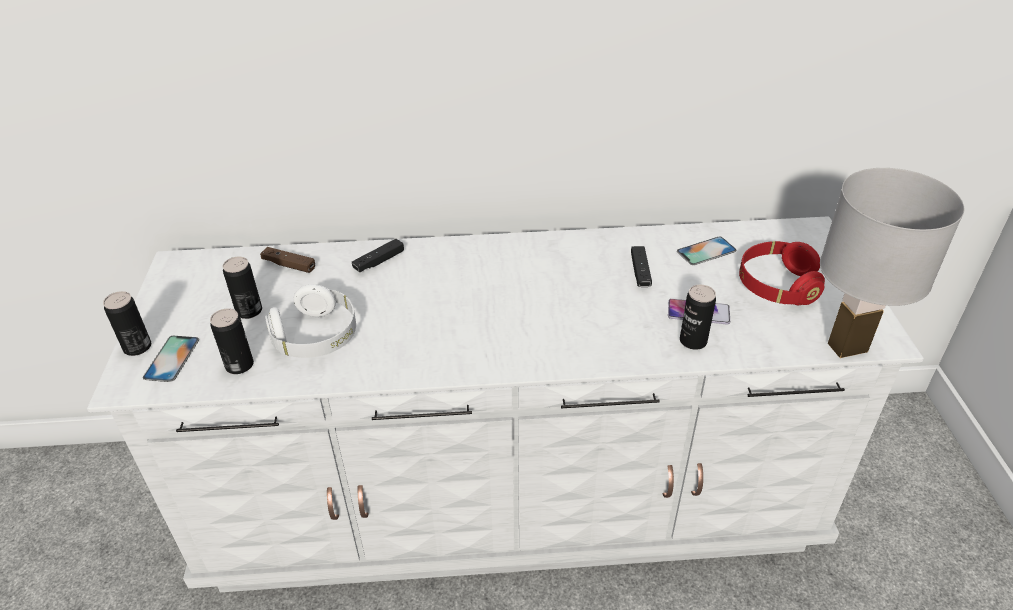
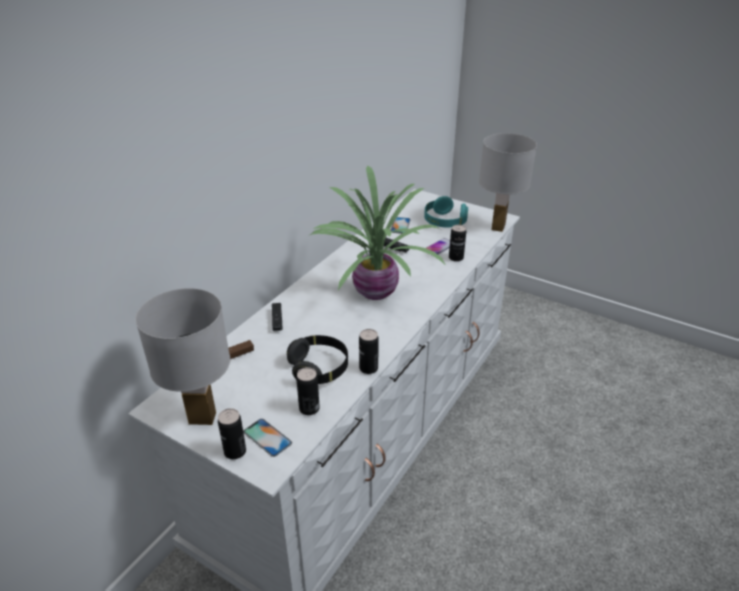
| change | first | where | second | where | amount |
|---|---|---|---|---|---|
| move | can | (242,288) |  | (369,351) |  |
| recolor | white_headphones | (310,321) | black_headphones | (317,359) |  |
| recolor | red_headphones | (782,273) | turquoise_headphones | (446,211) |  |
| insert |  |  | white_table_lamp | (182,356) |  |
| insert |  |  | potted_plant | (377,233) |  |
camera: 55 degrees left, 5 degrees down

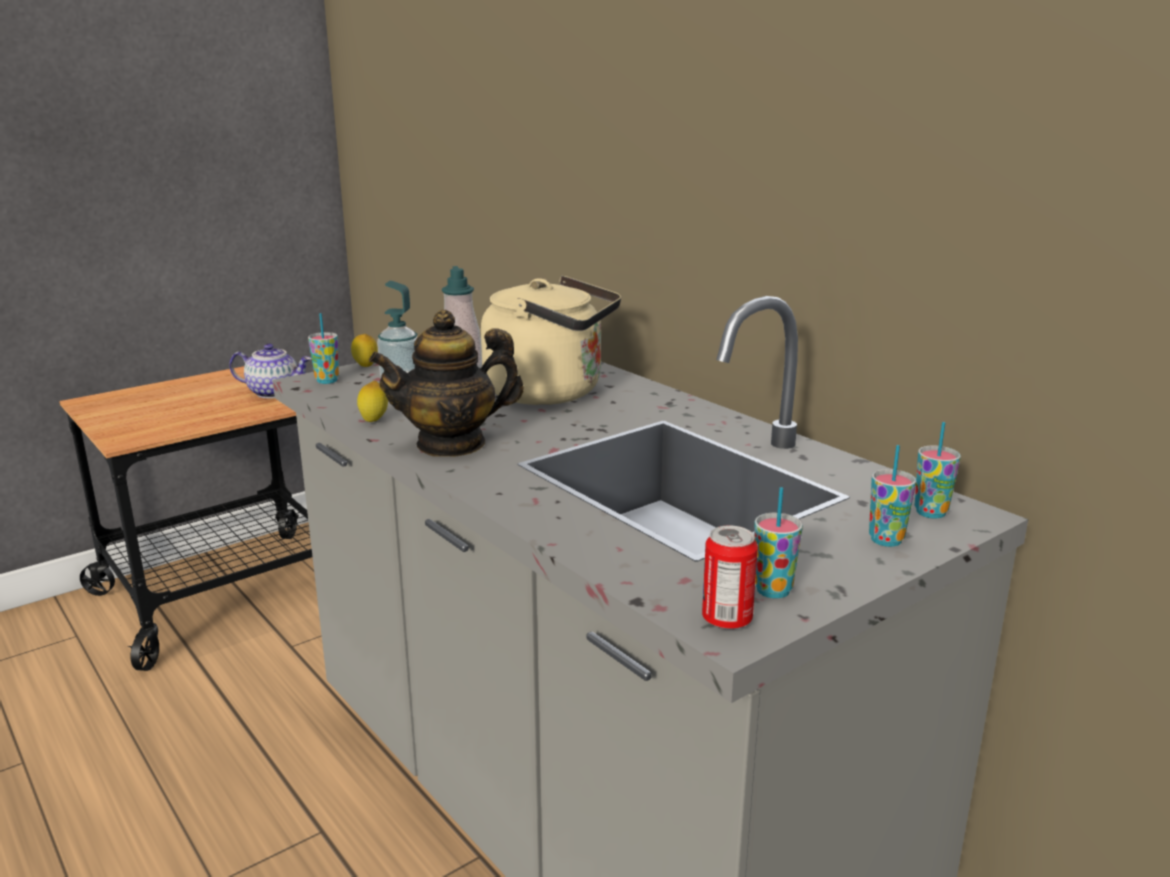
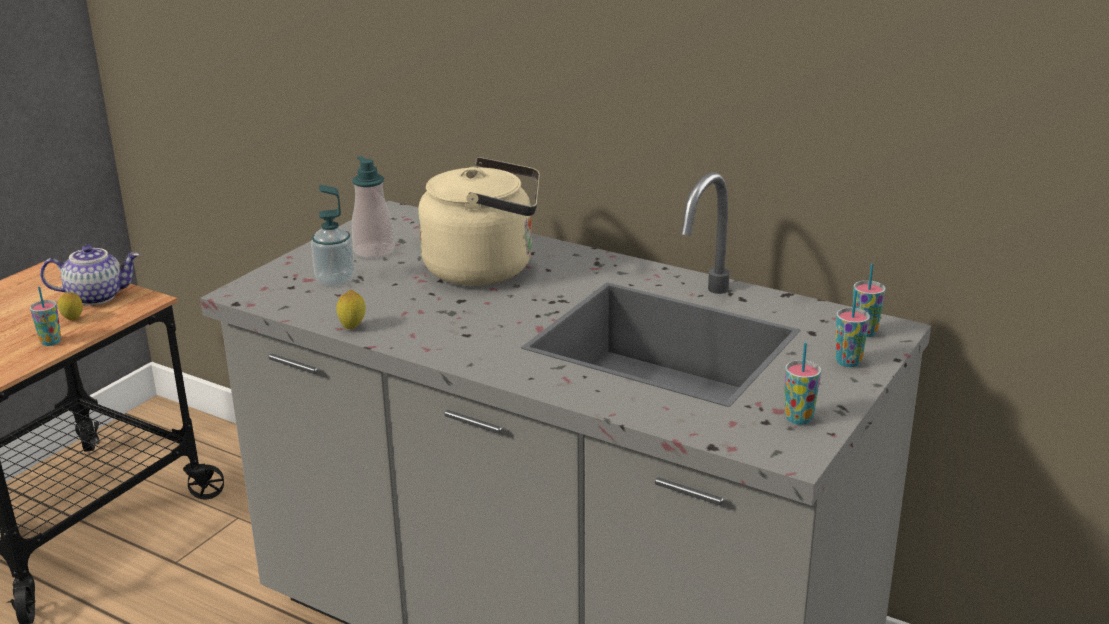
| change | first | where | second | where | amount |
|---|---|---|---|---|---|
| move | cup | (323,348) |  | (45,316) |  |
| move | lemon | (364,350) |  | (70,306) |  |
| delete | teapot | (446,383) |  |  |  |
| delete | can | (730,577) |  |  |  |
camera: 20 degrees left, 5 degrees up

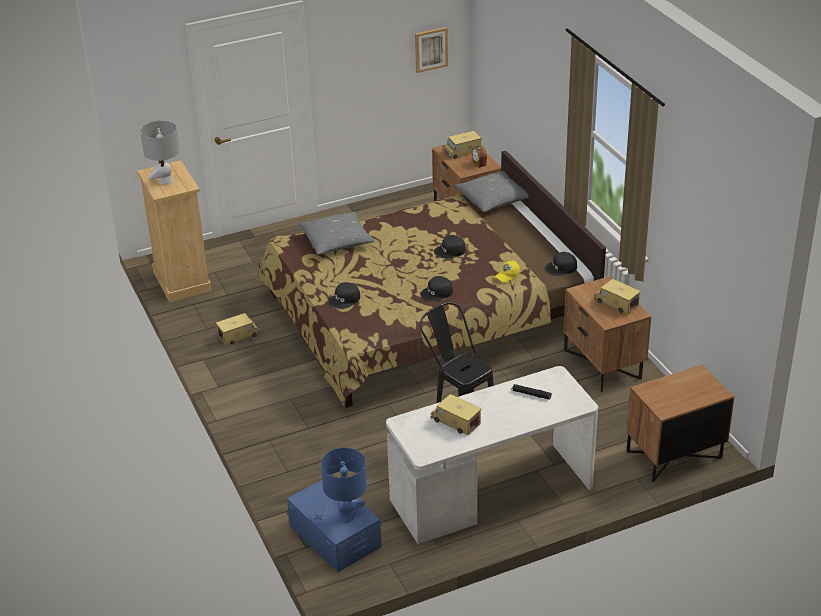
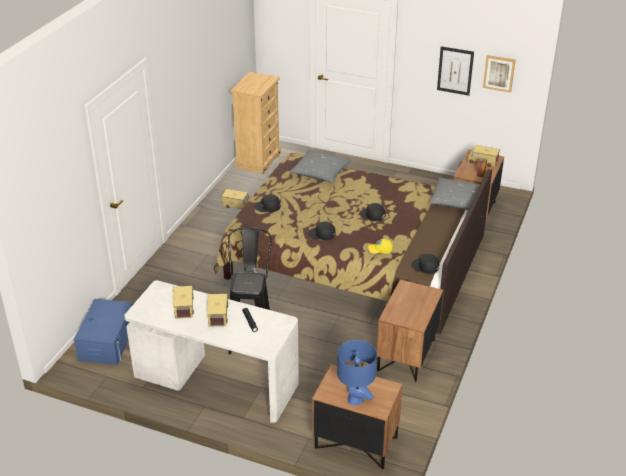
| change | first | where | second | where | amount |
|---|---|---|---|---|---|
| delete | grey_table_lamp | (160,152) |  |  |  |
| move | blue_table_lamp | (344,485) |  | (357,372) |  |
| move | toy_truck | (617,296) |  | (217,310) |  |
| insert |  |  | picture | (455,71) |  |
camera: 45 degrees right, 0 degrees up

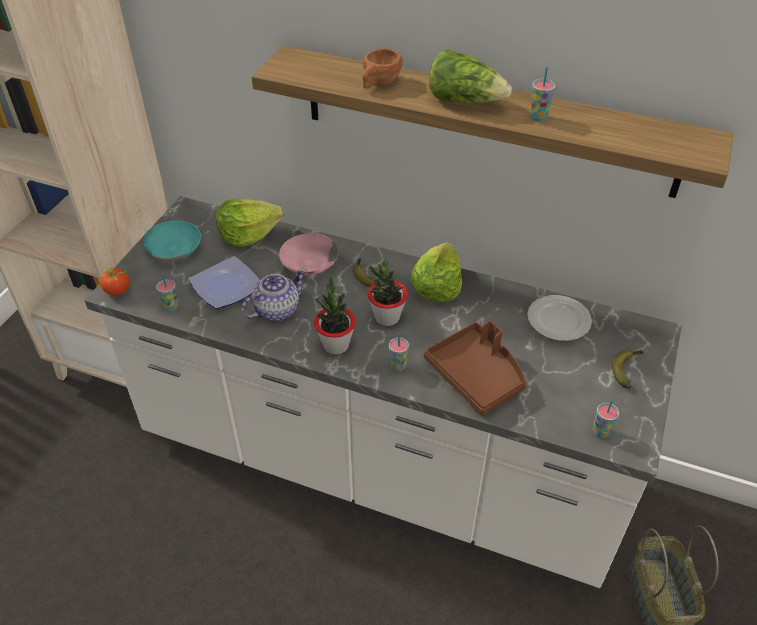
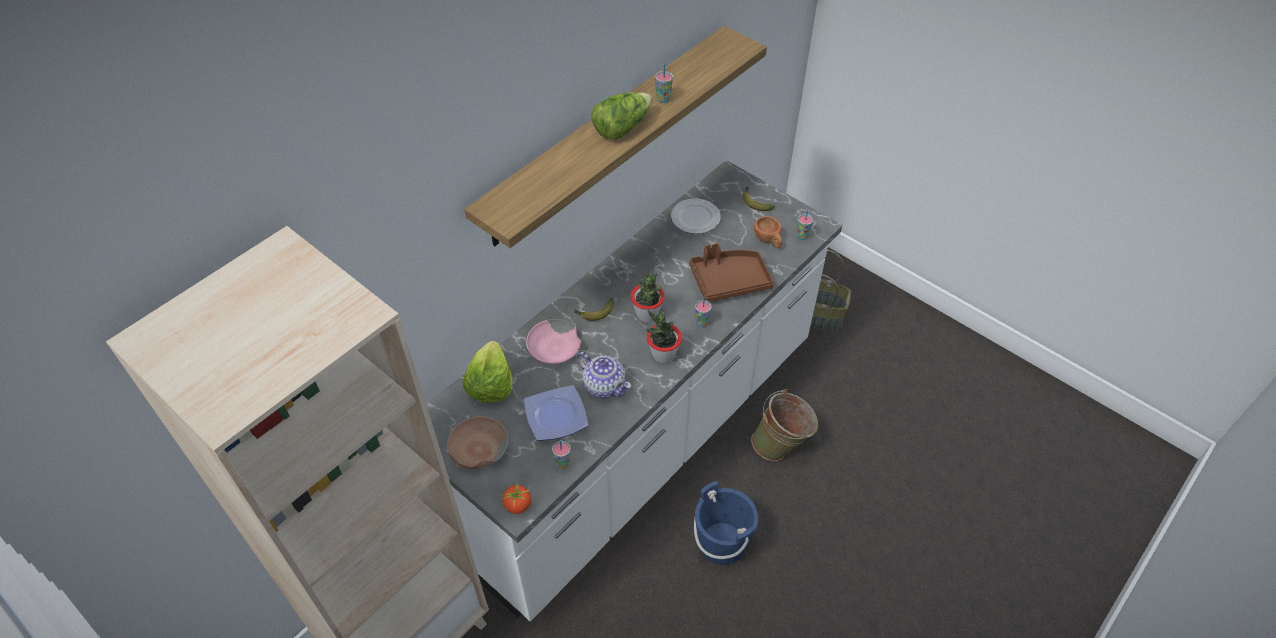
| change | first | where | second | where | amount |
|---|---|---|---|---|---|
| recolor | turquoise_bowl | (171,240) | brown_bowl | (477,442) |  |
| rotate | teapot | (274,294) |  | (604,375) | 150 degrees clockwise |
| move | brown_cup | (382,68) |  | (768,232) |  |
| delete | lettuce | (436,272) |  |  |  |
| insert |  |  | blue_bucket | (726,523) |  |
| insert |  |  | green_bucket | (784,425) |  |
camera: 70 degrees left, 5 degrees up

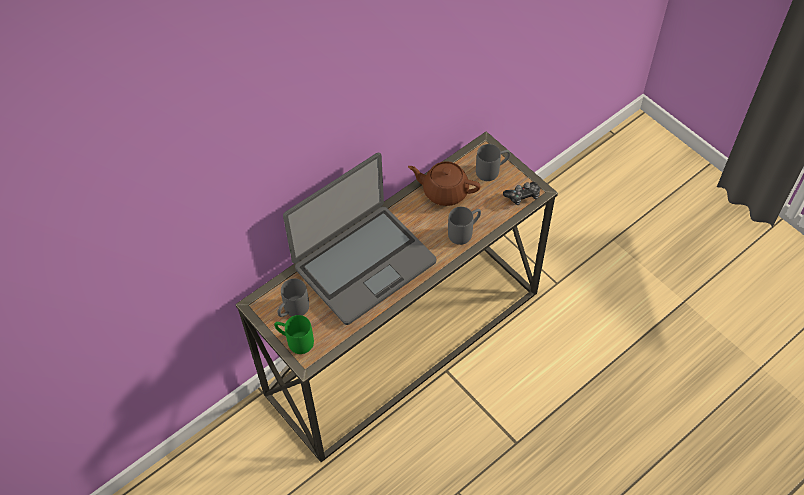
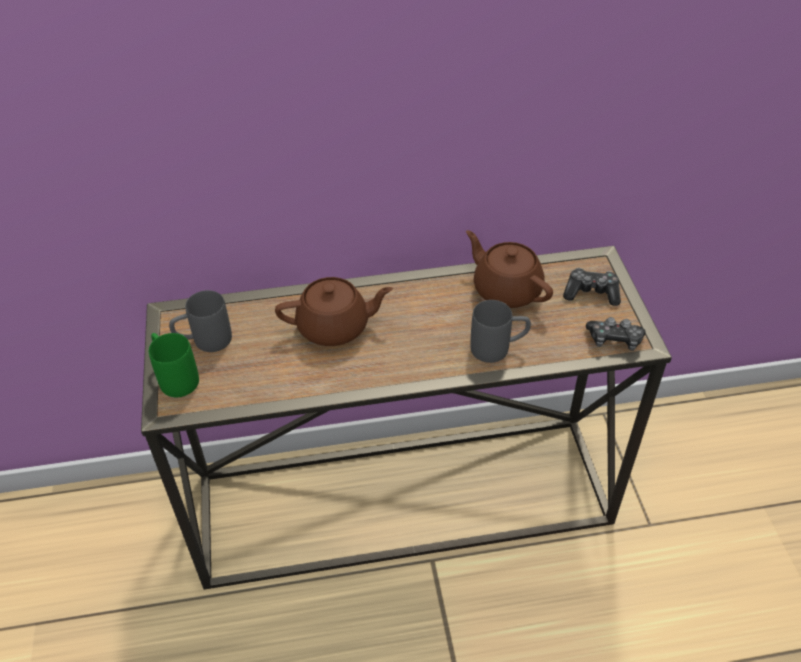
| change | first | where | second | where | amount |
|---|---|---|---|---|---|
| replace | laptop | (359,239) | brown_teapot | (334,311) |  |
| replace | grey_mug | (493,162) | game_controller | (592,287) |  |
camera: 30 degrees right, 10 degrees down

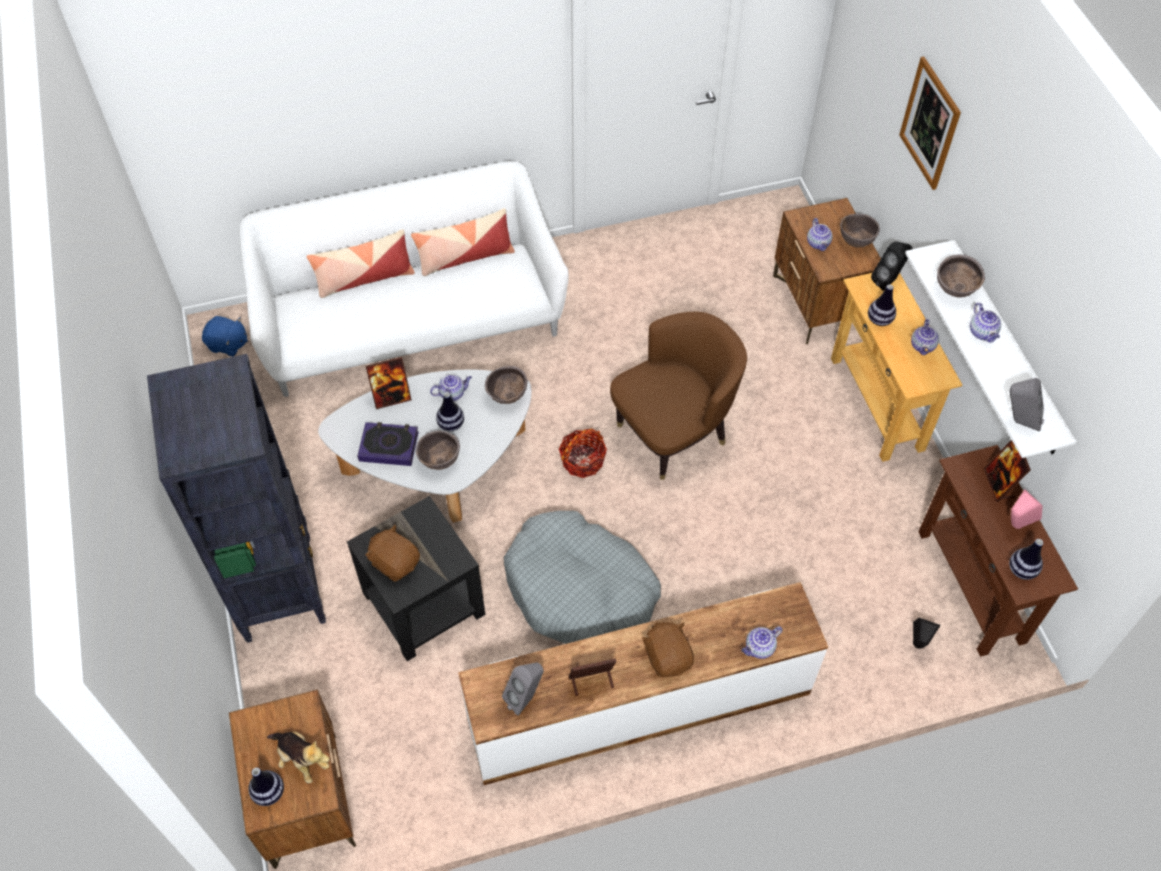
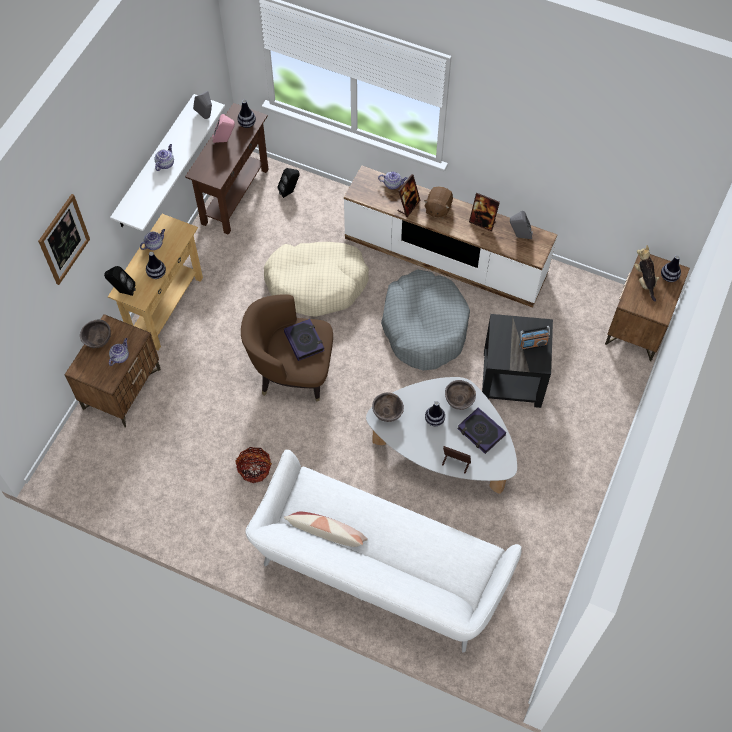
| change | first | where | second | where | amount |
|---|---|---|---|---|---|
| delete | black_bookcase | (236,498) |  |  |  |
| delete | blue_plush_toy | (225,336) |  |  |  |
| delete | pillow | (361,263) |  |  |  |
| replace | brown_plush_toy | (392,553) | radio | (534,338) |  |
| delete | teapot | (451,388) |  |  |  |
| move | basket | (583,453) |  | (253,465) |  |
| delete | brown_bowl | (961,276) |  |  |  |
| move | picture_frame | (1007,471) |  | (409,195) |  |
| insert |  |  | beige_dog_bed | (316,279) |  |
| insert |  |  | book | (304,340) |  |
camera: 140 degrees left, 5 degrees up

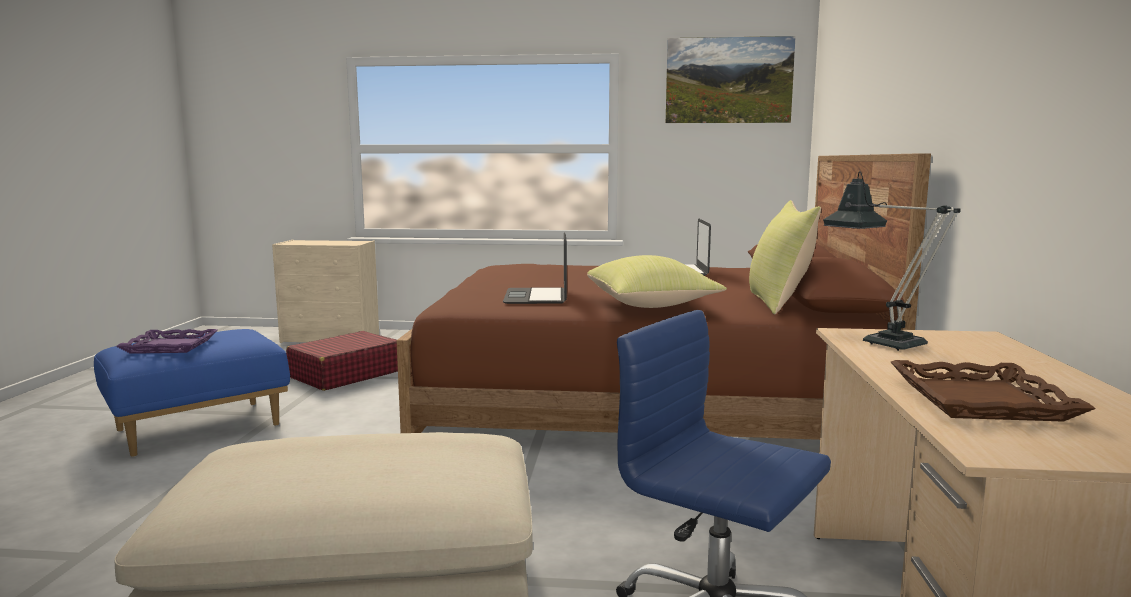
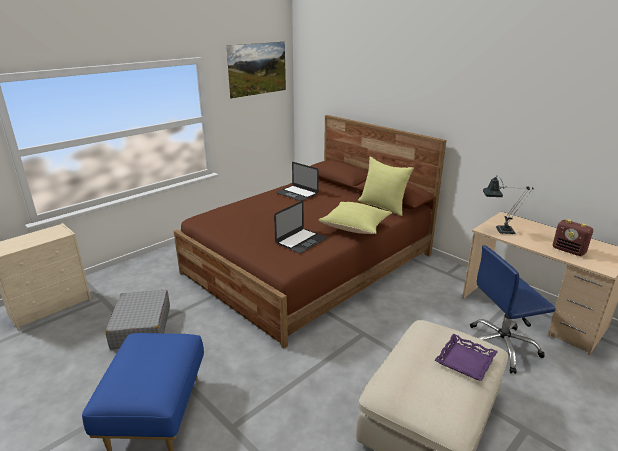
| change | first | where | second | where | amount |
|---|---|---|---|---|---|
| move | purple_tray | (167,341) |  | (466,357) |  |
| recolor | red_suitcase | (342,361) | grey_suitcase | (138,320) |  |
| rotate | laptop | (535,268) |  | (300,227) | 90 degrees counterclockwise |
| replace | brown_tray | (993,391) | radio | (572,237) |  |
camera: 50 degrees left, 15 degrees up

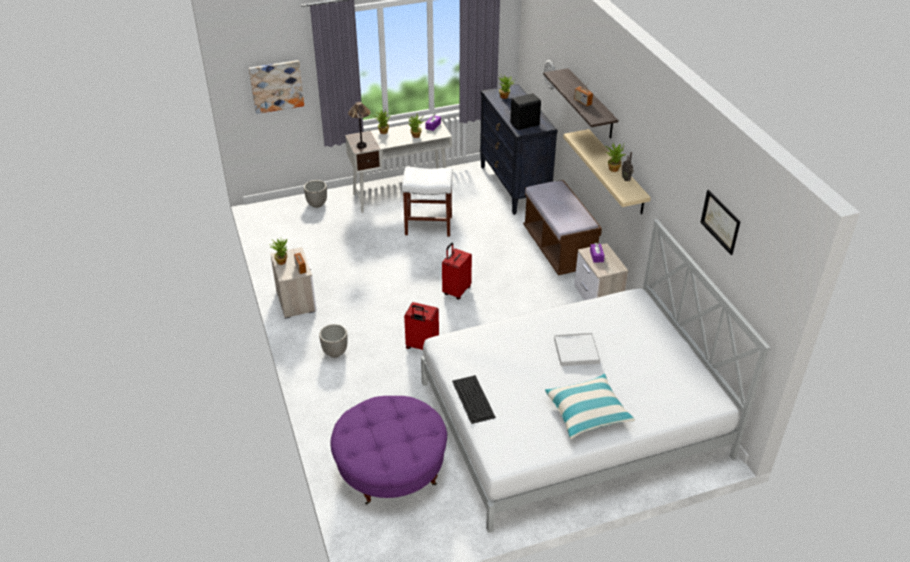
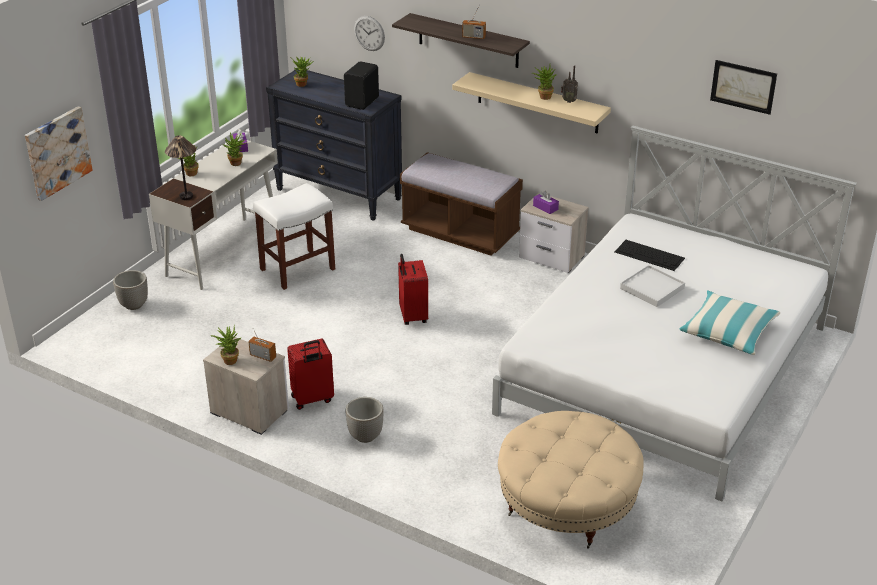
| change | first | where | second | where | amount |
|---|---|---|---|---|---|
| recolor | purple_ottoman | (388,450) | beige_ottoman | (570,480) |  |
| move | red_suitcase | (421,326) |  | (310,374) |  |
| move | keyboard | (474,399) |  | (650,255) |  |
camera: 40 degrees left, 5 degrees down

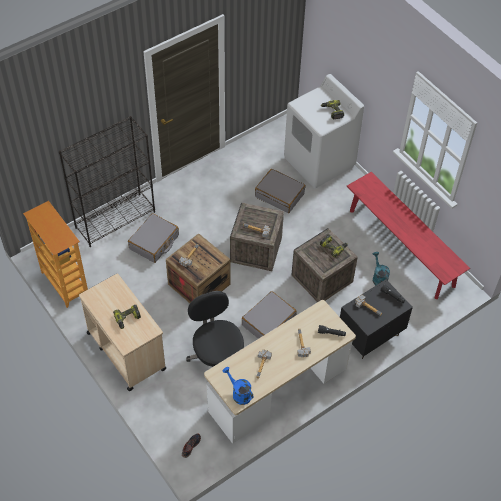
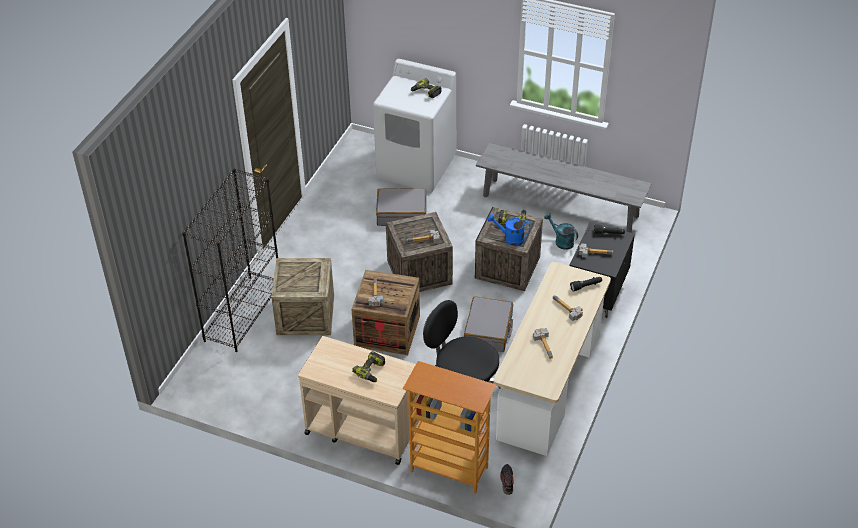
| change | first | where | second | where | amount |
|---|---|---|---|---|---|
| move | bookcase | (55,254) |  | (449,427) |  |
| replace | grey_suitcase | (153,238) | crate | (302,296) |  |
| move | blue_watering_can | (238,386) |  | (509,230) |  |
| recolor | red_bench | (408,235) | grey_bench | (564,188) |  |
camera: 30 degrees left, 10 degrees down

